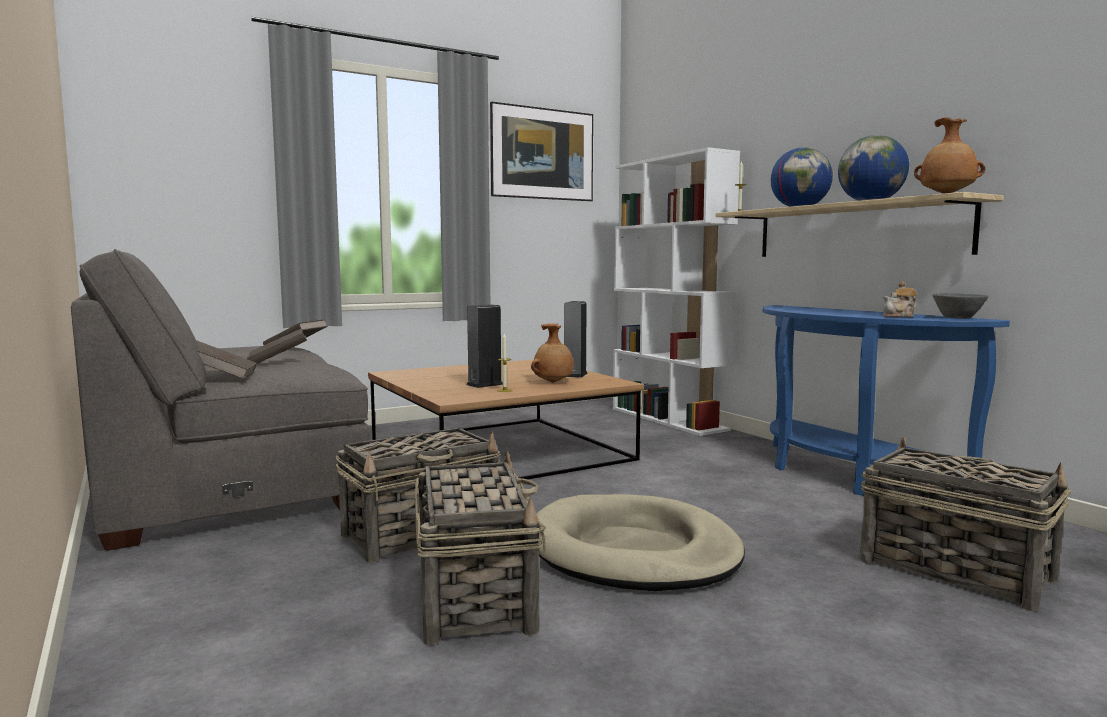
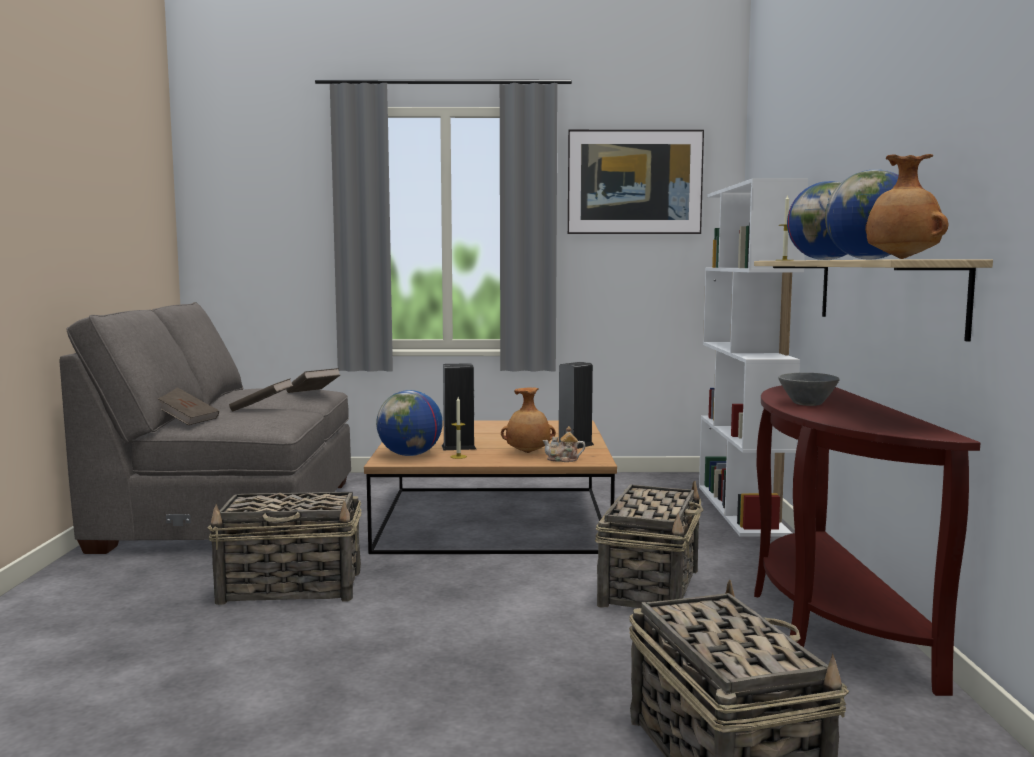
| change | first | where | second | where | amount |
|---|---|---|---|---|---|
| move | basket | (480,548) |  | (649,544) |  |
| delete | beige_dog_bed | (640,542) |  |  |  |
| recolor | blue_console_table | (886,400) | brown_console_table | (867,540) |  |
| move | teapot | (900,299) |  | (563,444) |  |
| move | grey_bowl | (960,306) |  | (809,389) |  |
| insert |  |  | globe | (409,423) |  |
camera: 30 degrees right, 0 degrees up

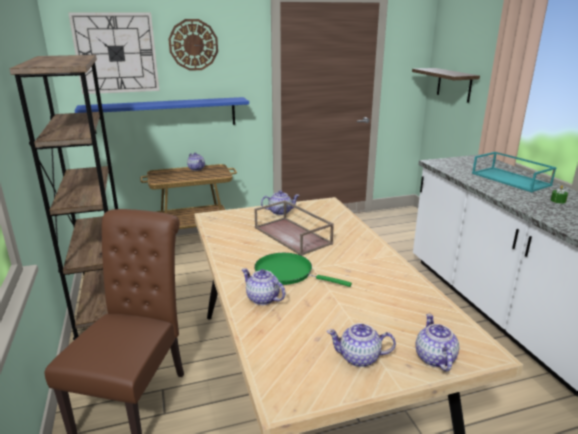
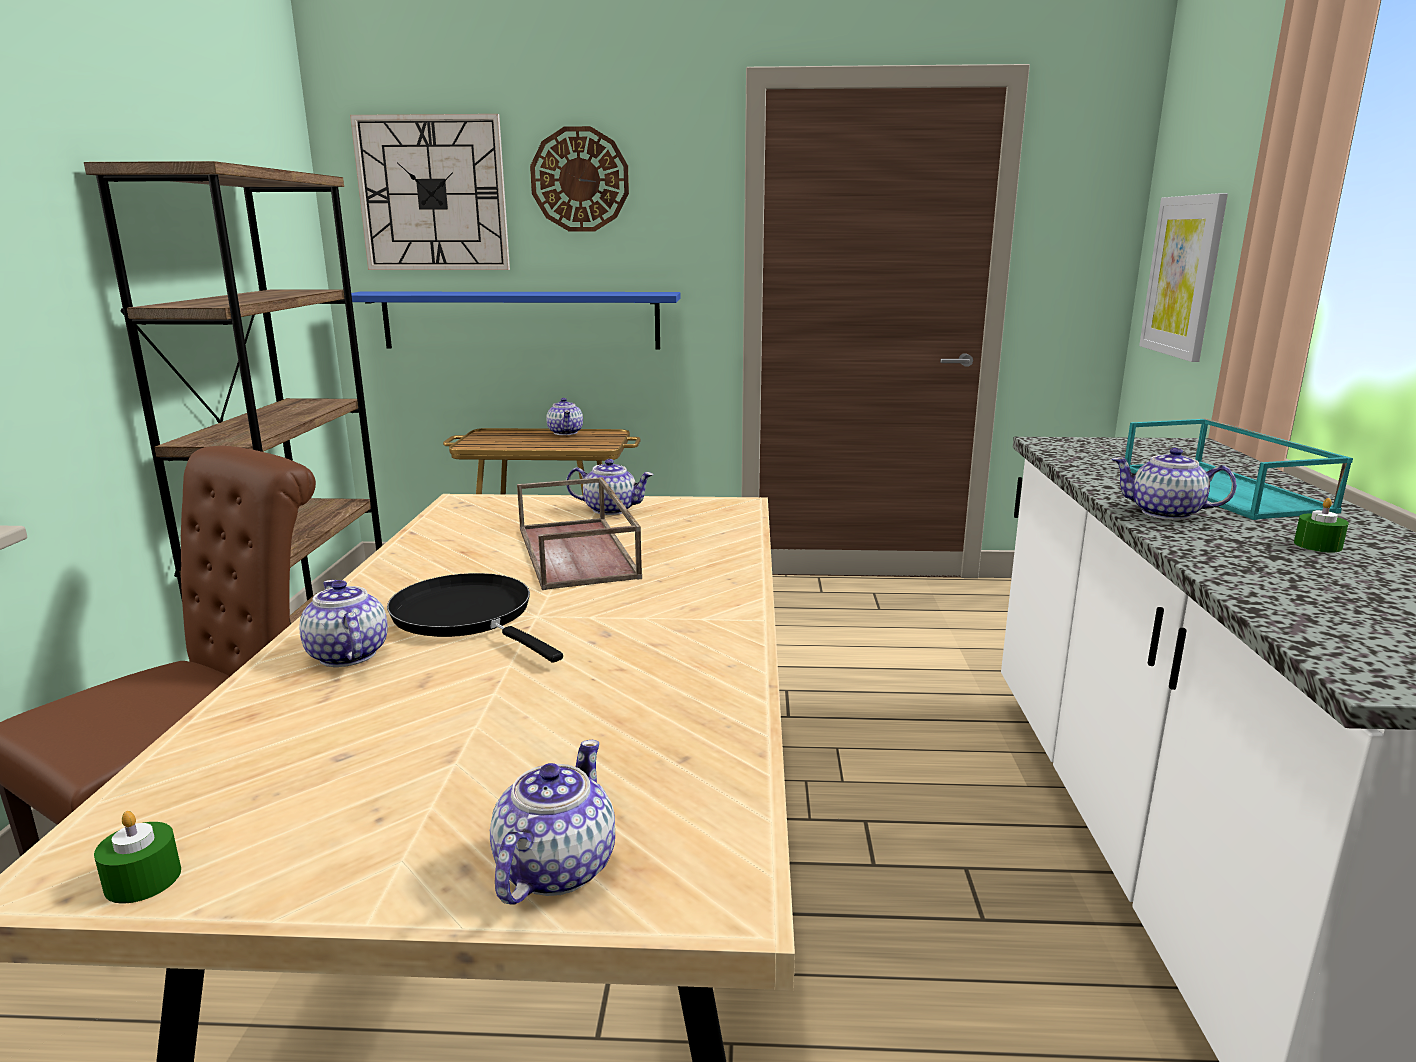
| change | first | where | second | where | amount |
|---|---|---|---|---|---|
| recolor | green_frying_pan | (303,270) | black_frying_pan | (475,618) |  |
| move | teapot | (361,345) |  | (1174,484) |  |
| replace | shelf | (446,85) | picture | (1183,277) |  |
| insert |  |  | green_candle | (137,857) |  |
camera: 20 degrees right, 5 degrees down

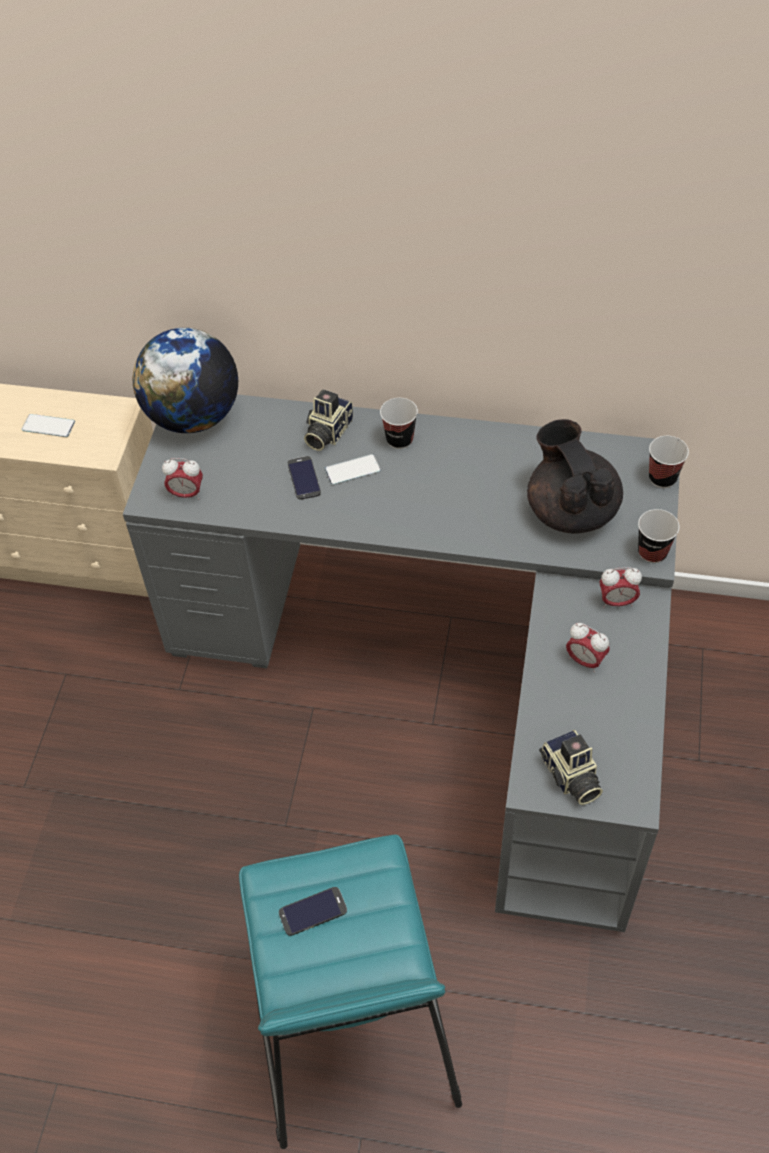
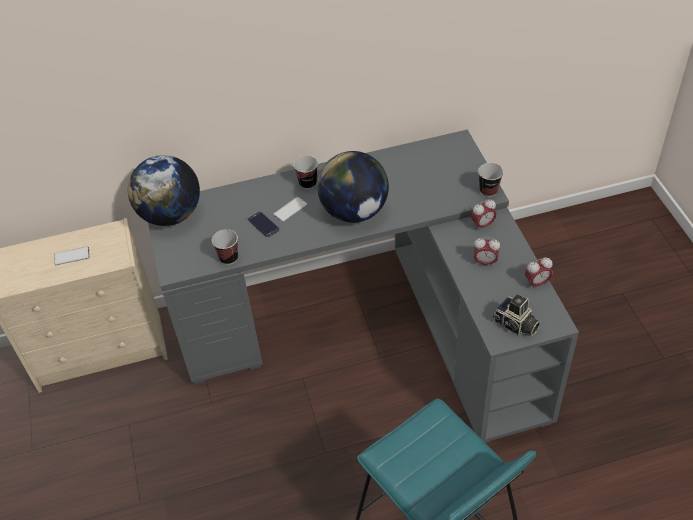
| change | first | where | second | where | amount |
|---|---|---|---|---|---|
| move | alarm_clock | (182,479) |  | (539,273) |  |
| delete | phone | (313,911) |  |  |  |
| delete | photo_camera | (328,420) |  |  |  |
| delete | black_teapot | (575,476) |  |  |  |
| move | cup | (669,462) |  | (225,247) |  |
| insert |  |  | globe | (353,187) |  |
camera: 25 degrees left, 5 degrees down

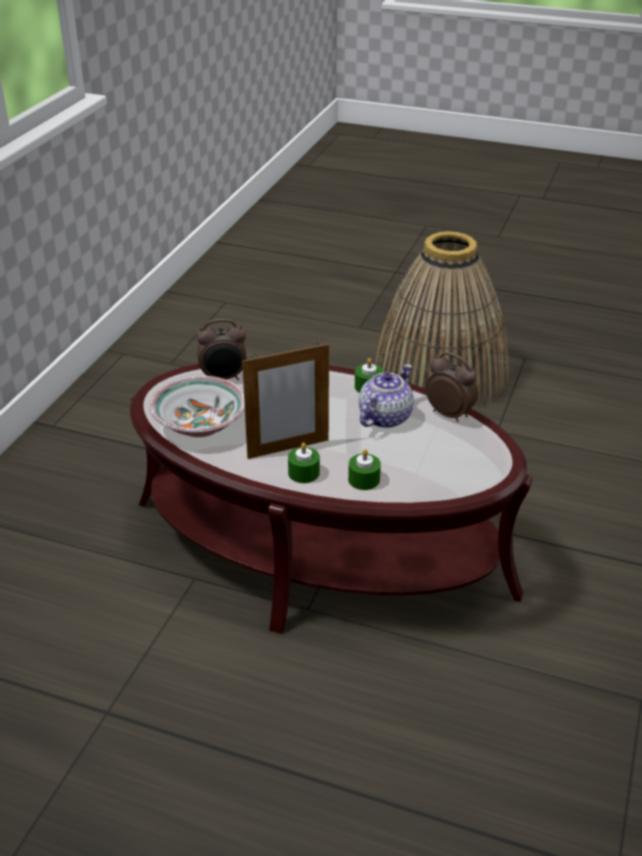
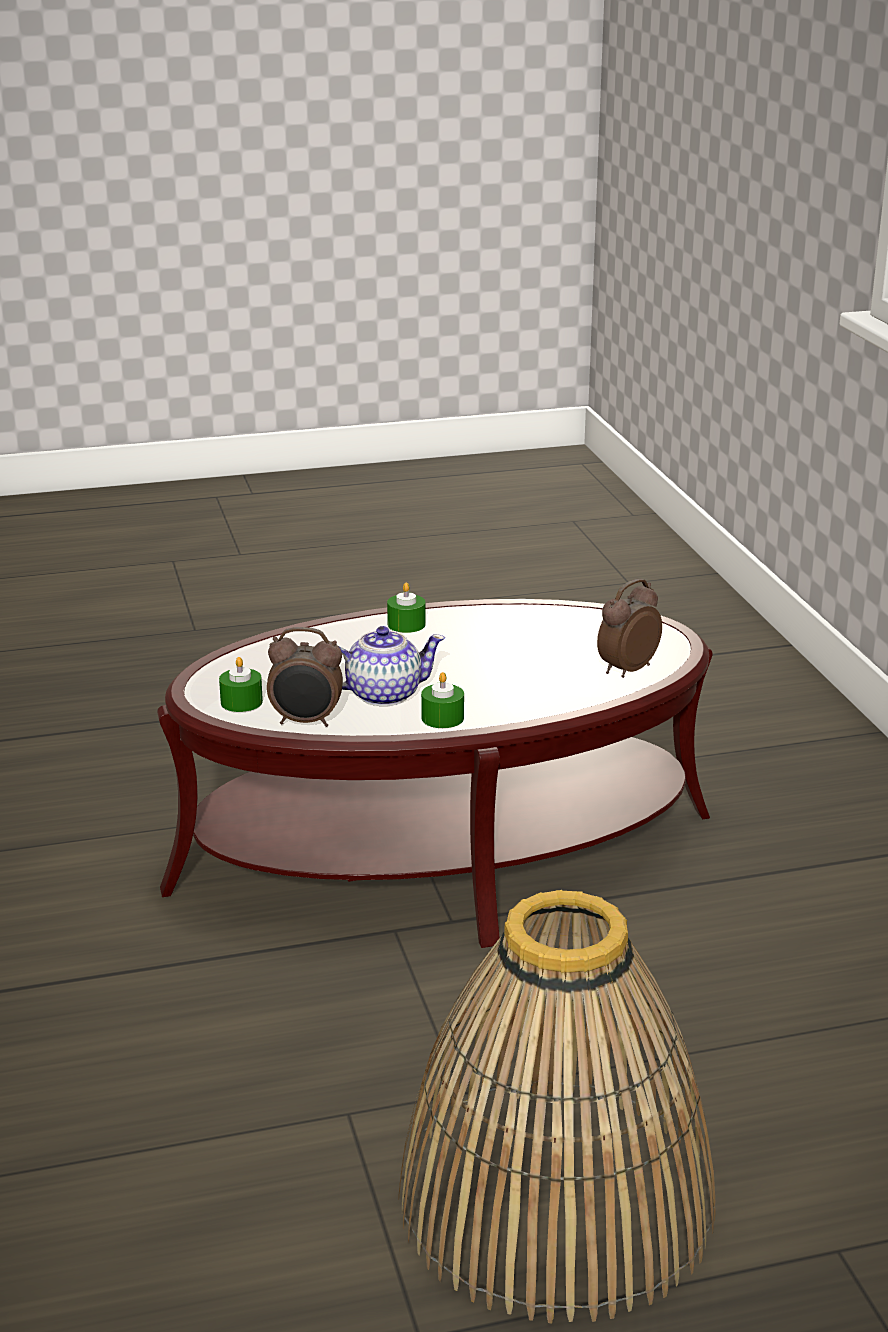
| change | first | where | second | where | amount |
|---|---|---|---|---|---|
| delete | bowl | (197,406) |  |  |  |
| delete | picture_frame | (285,400) |  |  |  |
| move | green_candle | (364,469) |  | (241,684) |  |
| rotate | teapot | (386,396) |  | (391,666) | 105 degrees counterclockwise |
camera: 145 degrees right, 10 degrees down

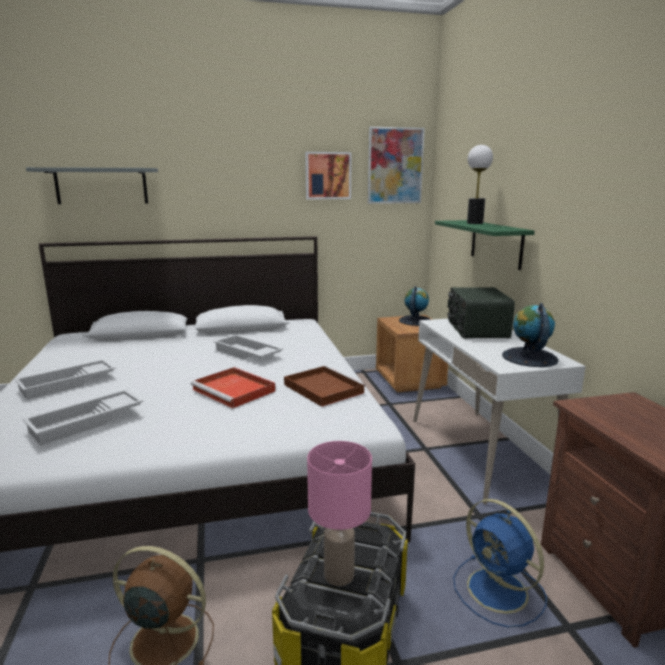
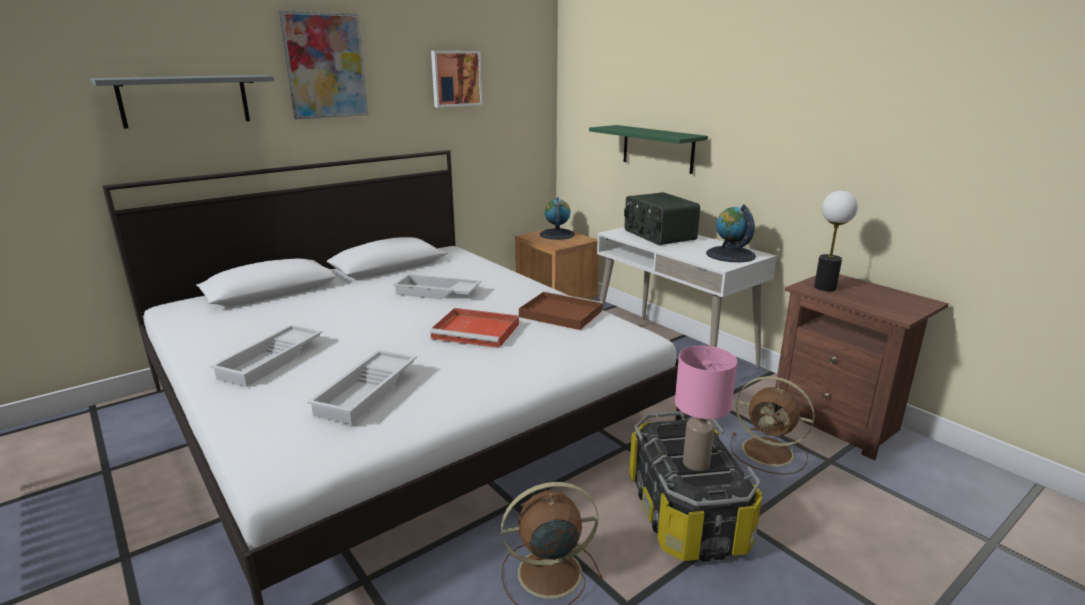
| change | first | where | second | where | amount |
|---|---|---|---|---|---|
| move | picture | (396,165) |  | (323,65) |  |
| recolor | blue_fan | (500,563) | brown_fan | (772,425) |  |
| move | table_lamp | (480,184) |  | (836,240) |  |
camera: 25 degrees left, 5 degrees up

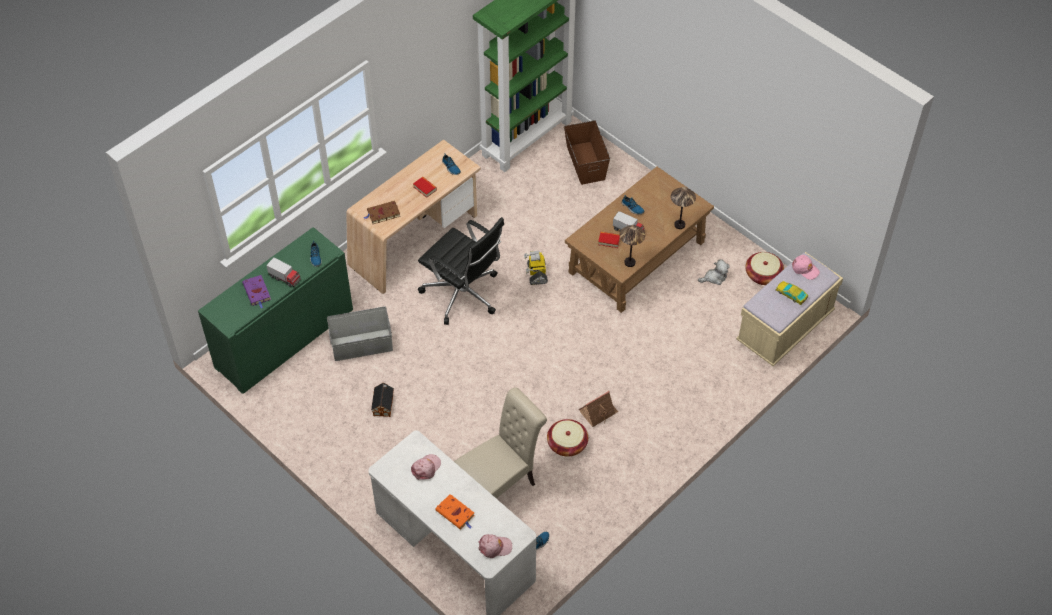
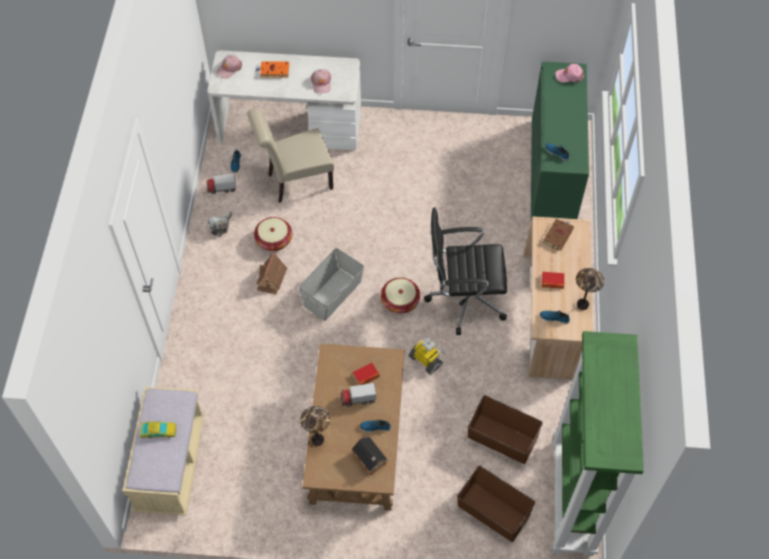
| change | first | where | second | where | amount |
|---|---|---|---|---|---|
| delete | purple_book | (256,291) |  |  |  |
| move | toy_truck | (283,272) |  | (221,184) |  |
| move | grey_storage_box | (360,333) |  | (331,284) |  |
| move | toy_house | (382,400) |  | (370,456) |  |
| rotate | beige_chair | (500,443) |  | (290,156) | 60 degrees clockwise |
| move | table_lamp | (632,246) |  | (590,289) |  |
| move | plush_toy | (714,272) |  | (220,224) |  |
| move | basket | (764,268) |  | (400,295) |  |
| move | pink_cap | (806,267) |  | (569,73) |  |
| insert |  |  | brown_storage_box | (505,429) |  |
camera: 140 degrees right, 5 degrees up

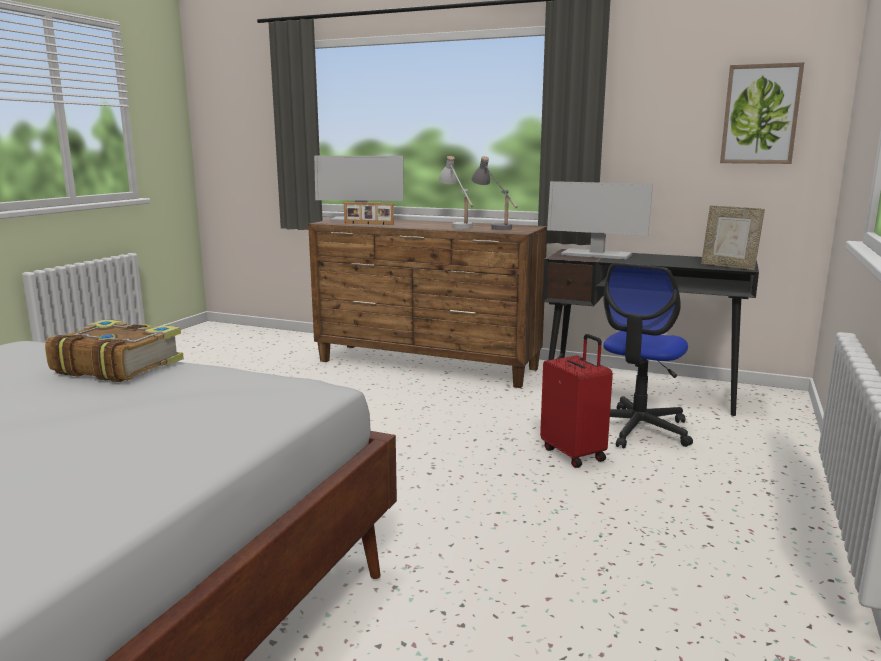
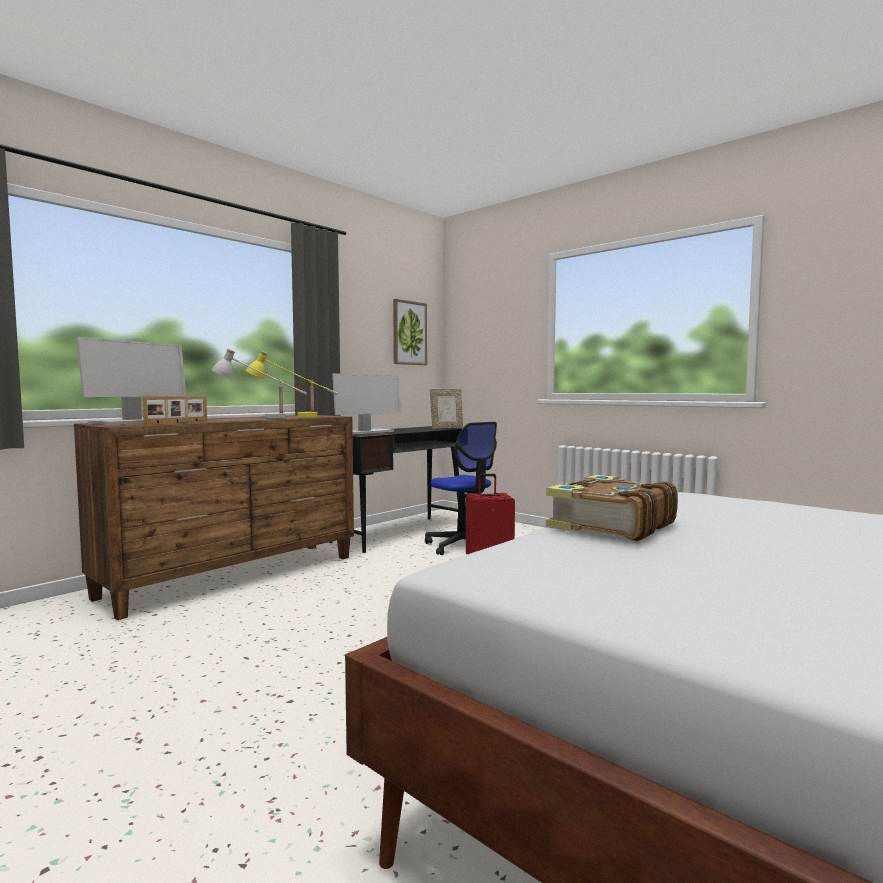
| change | first | where | second | where | amount |
|---|---|---|---|---|---|
| recolor | grey_table_lamp | (495,193) | yellow_table_lamp | (291,384) |  |
camera: 70 degrees left, 10 degrees down

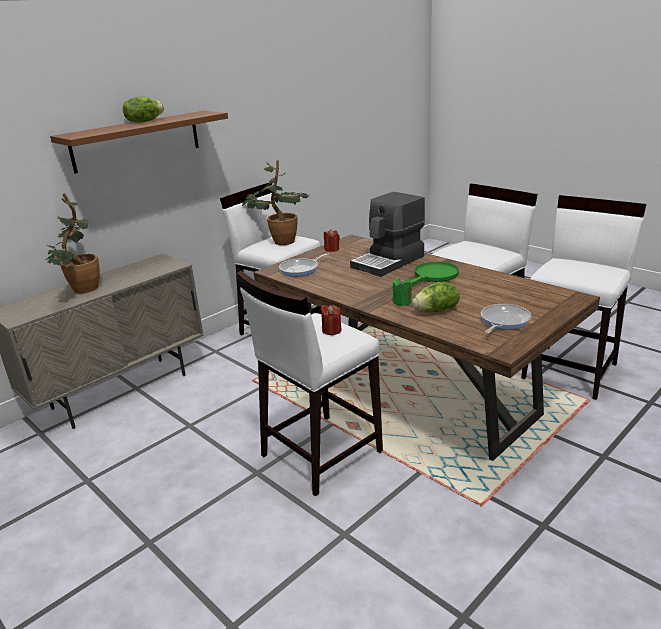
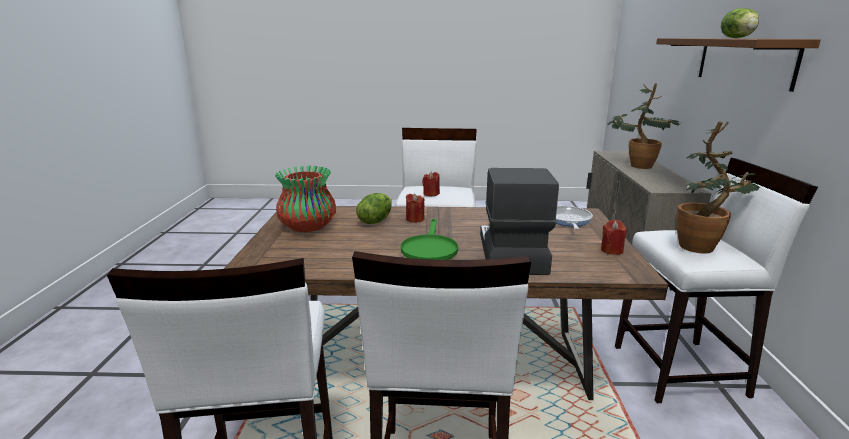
| change | first | where | second | where | amount |
|---|---|---|---|---|---|
| recolor | green_candle | (402,292) | red_candle | (415,208) |  |
| replace | frying_pan | (506,318) | vase | (305,199) |  |
camera: 135 degrees right, 5 degrees down

